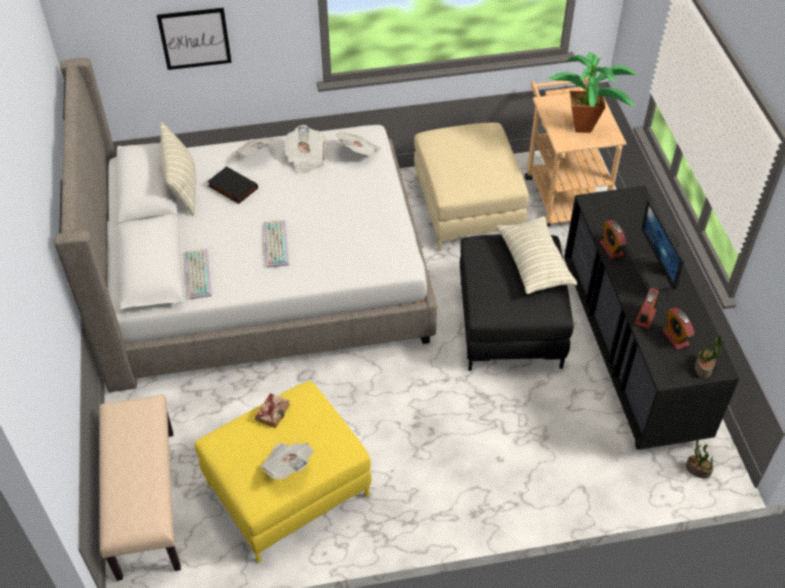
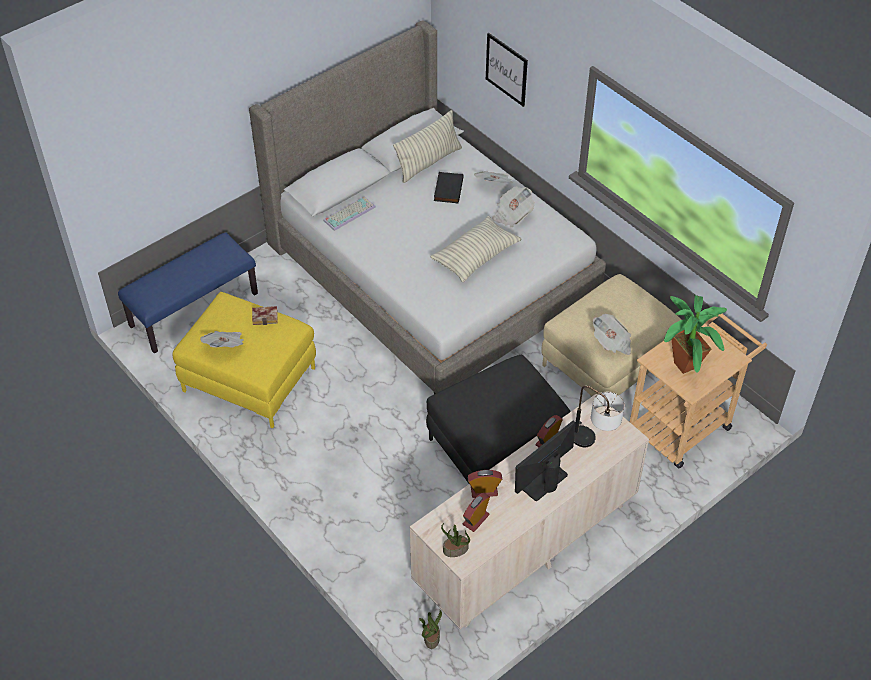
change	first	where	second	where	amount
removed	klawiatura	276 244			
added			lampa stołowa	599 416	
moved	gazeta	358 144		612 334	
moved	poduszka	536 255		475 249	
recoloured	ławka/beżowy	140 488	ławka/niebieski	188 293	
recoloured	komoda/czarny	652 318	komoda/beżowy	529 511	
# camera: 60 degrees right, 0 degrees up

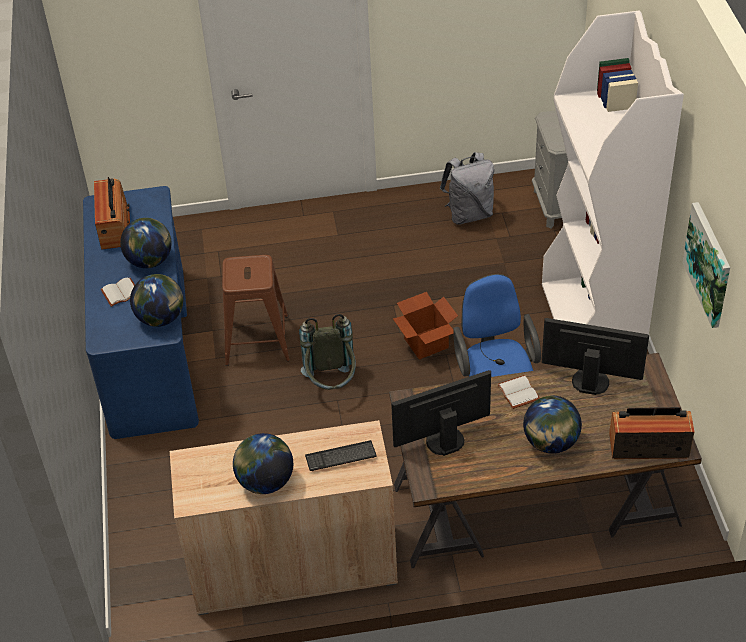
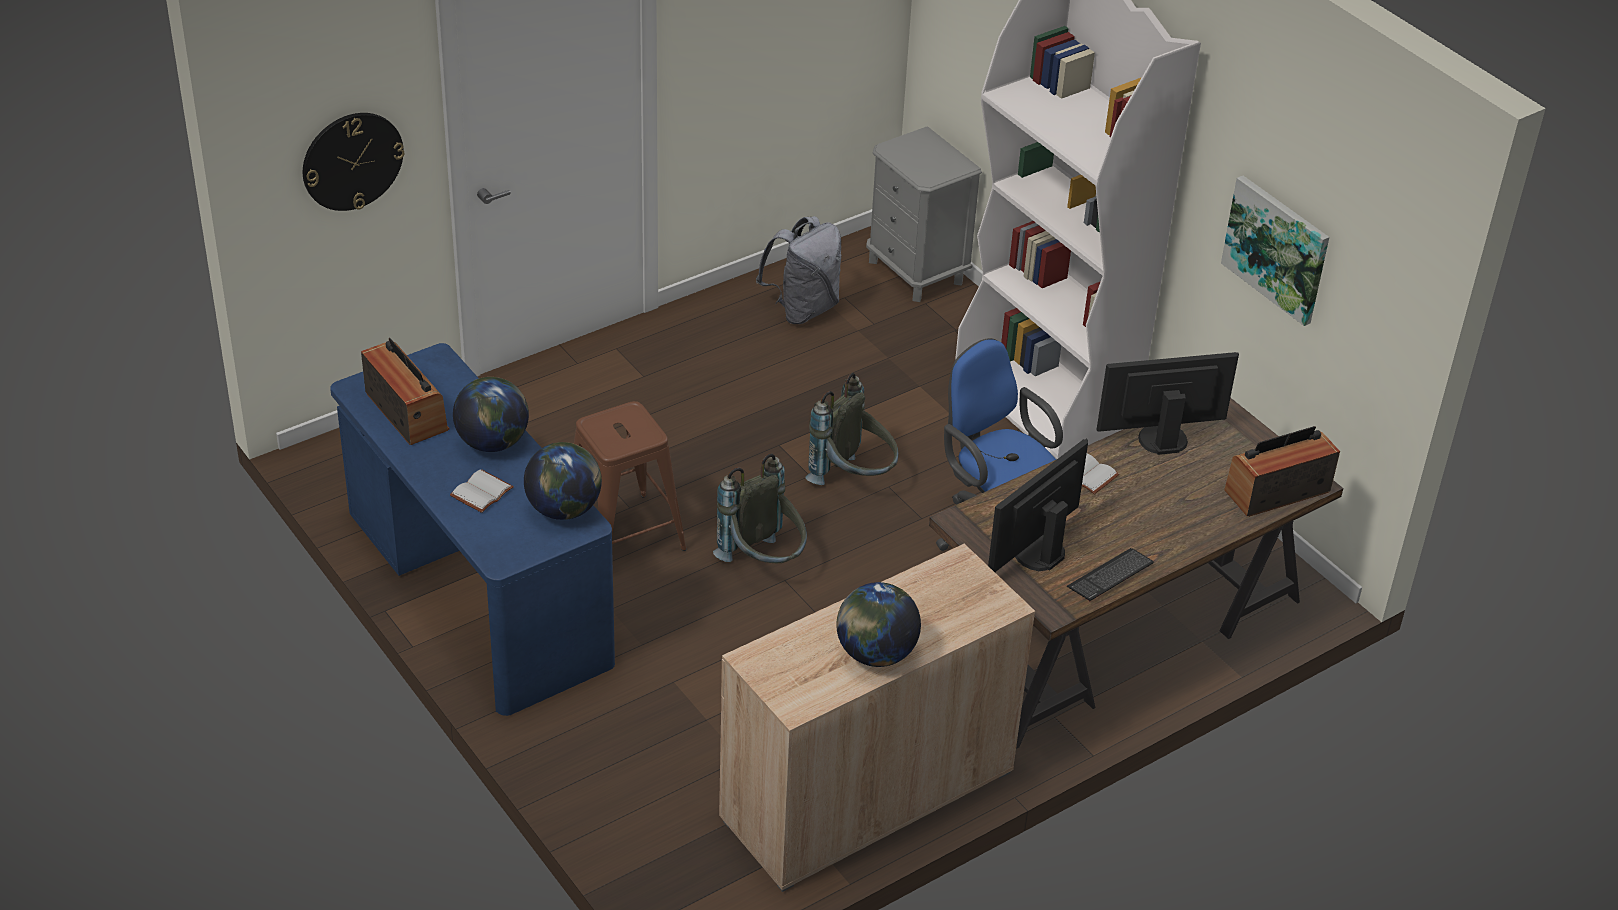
change	first	where	second	where	amount
removed	globus	552 424			
added			zegar ścienny	353 162	
moved	klawiatura	341 455		1110 574	
replaced	karton	425 325	plecak/szary	851 429	
# camera: 30 degrees left, 5 degrees down

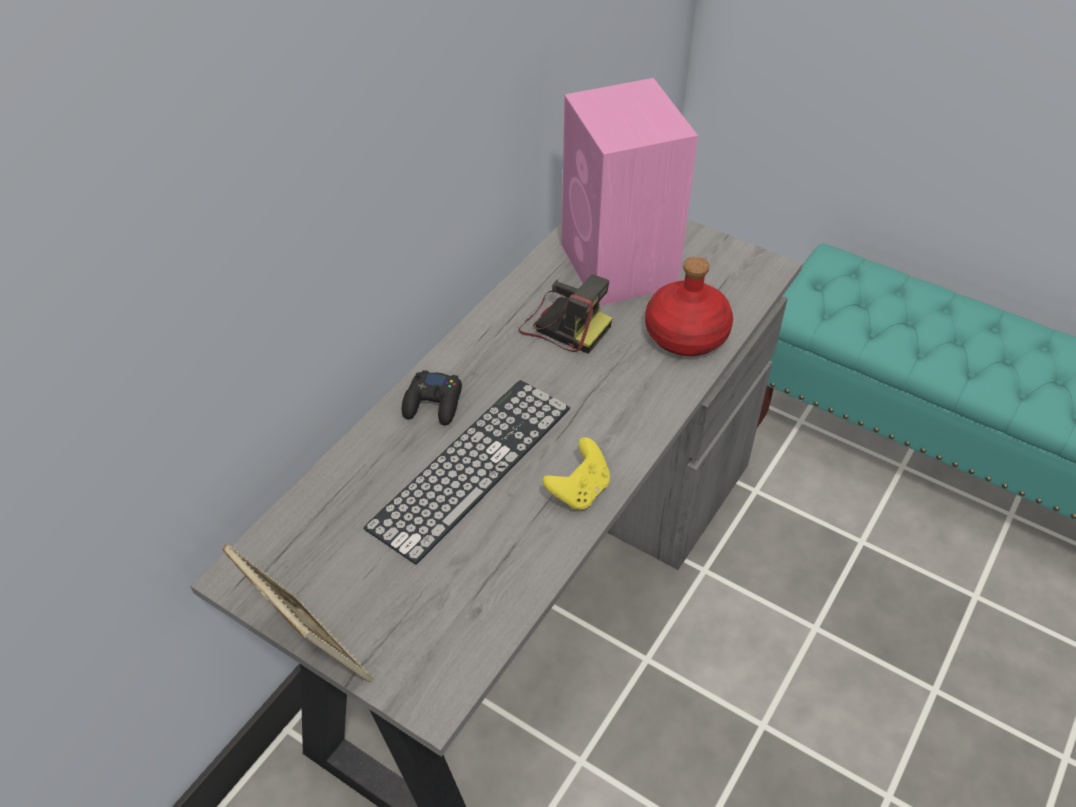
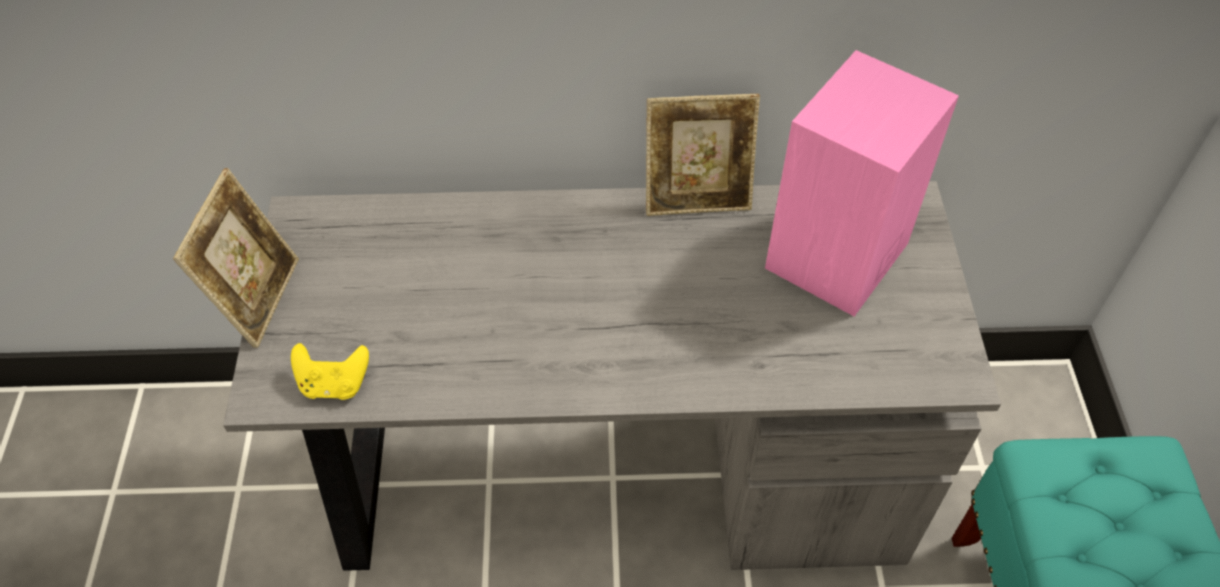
change	first	where	second	where	amount
removed	klawiatura	466 472			
removed	pad do gier/czarny	432 398			
removed	aparat fotograficzny	566 314			
removed	butelka/czerwony	689 306			
added			ramka na zdjęcie	703 155	
moved	pad do gier/żółty	576 473		330 371	
# camera: 55 degrees right, 5 degrees up

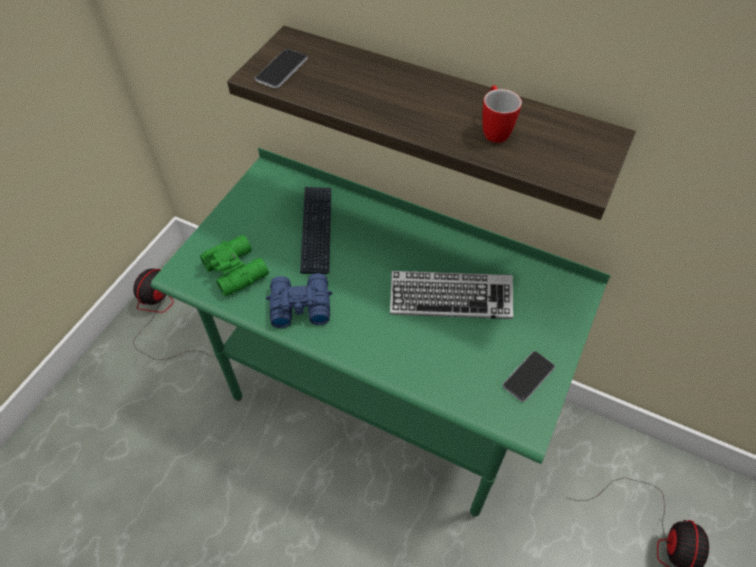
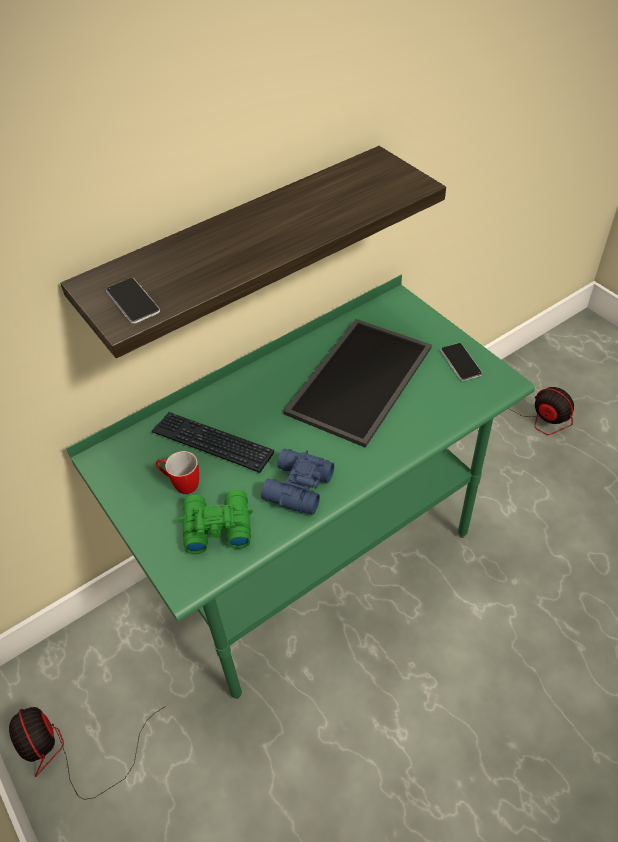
change	first	where	second	where	amount
moved	kubek	502 114		177 472	
replaced	klawiatura	451 295	taca	358 383	
# camera: 60 degrees left, 5 degrees down

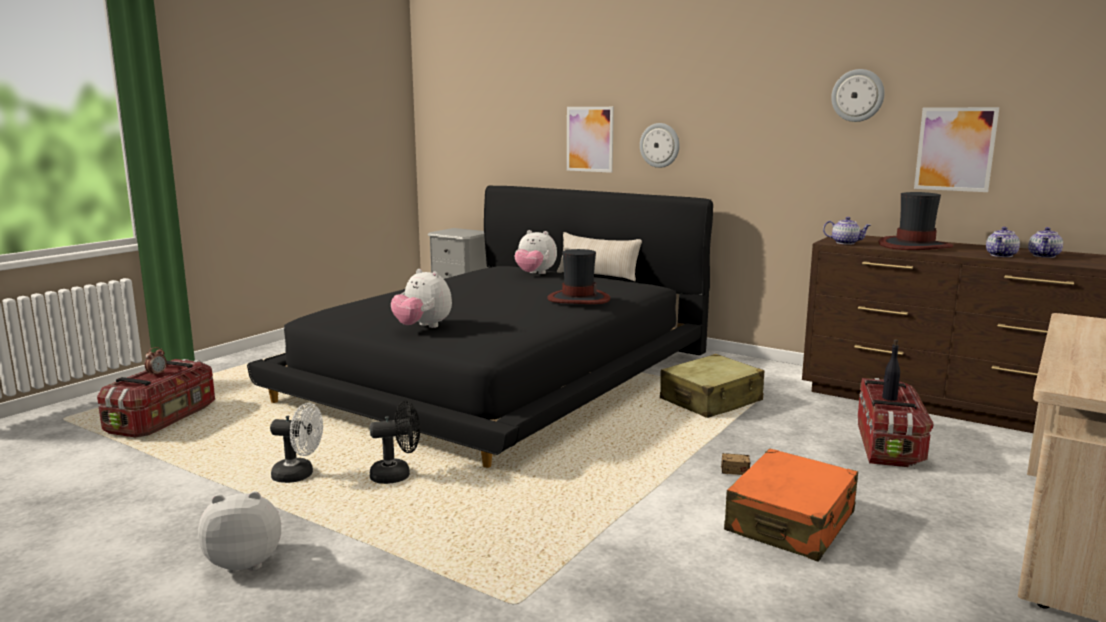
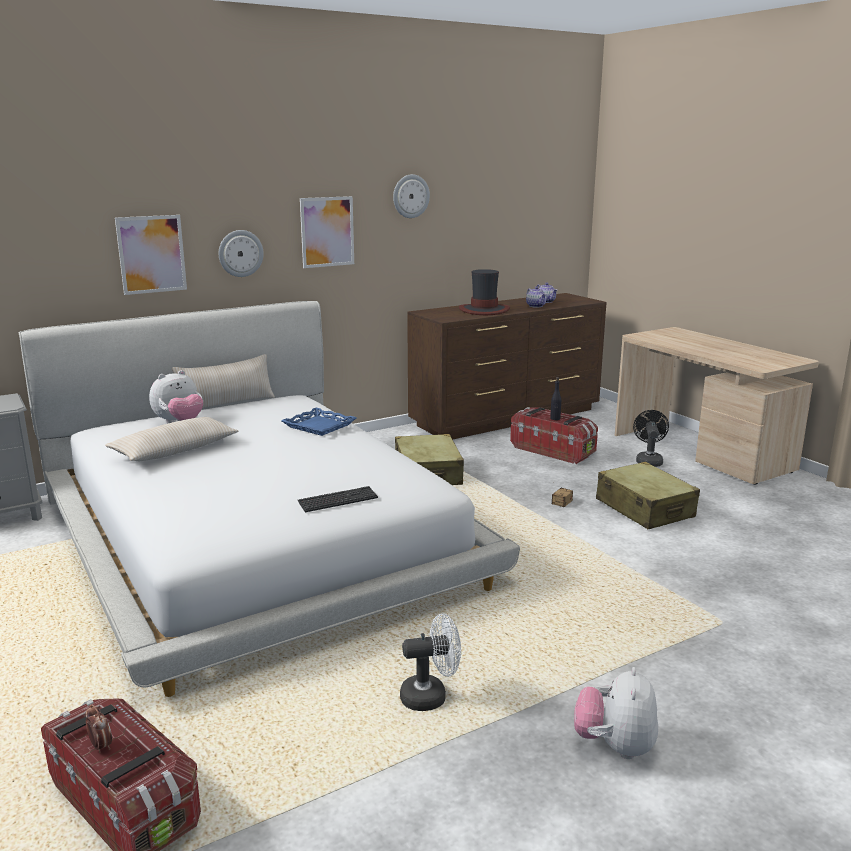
change	first	where	second	where	amount
removed	imbryk	847 231			
added			poduszka/beżowy	172 439	
moved	wentylator/czarny	395 442		651 438	
moved	obraz	956 149		327 232	
replaced	pluszak	421 298	klawiatura	338 499	
replaced	kapelusz	578 276	taca/niebieski	318 422	
recoloured	łóżko/czarny	480 326	łóżko/biały	269 499	
recoloured	walizka/pomarańczowy	791 505	walizka/beżowy	648 495	
turned	wentylator/biały	296 443		430 662	45 degrees clockwise
# camera: 65 degrees left, 5 degrees up

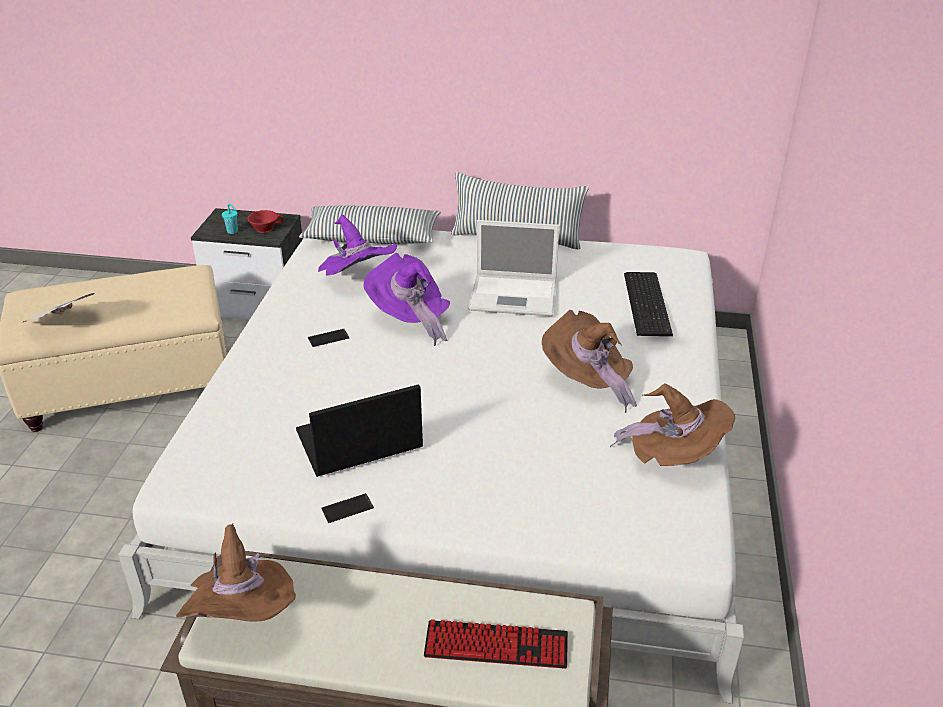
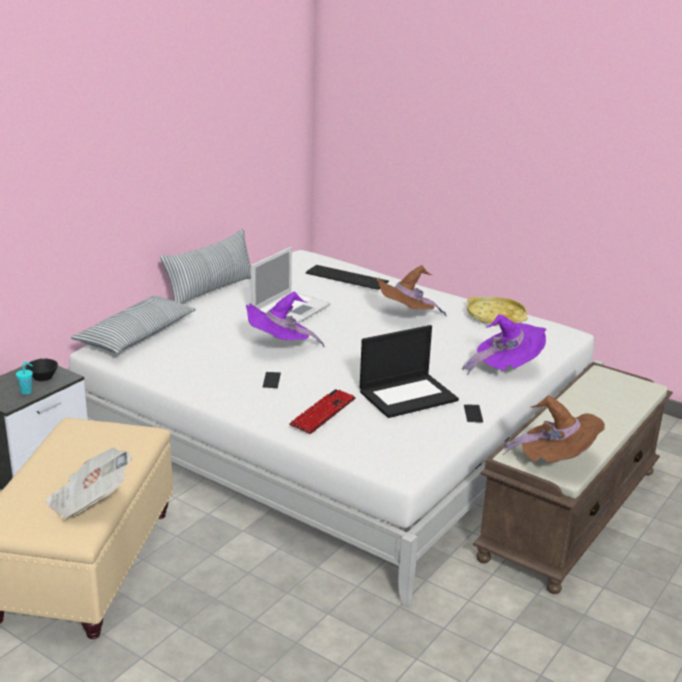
change	first	where	second	where	amount
moved	kapelusz/fioletowy	357 245		504 345	
moved	klawiatura	496 644		322 411	
replaced	kapelusz/brązowy	672 424	taca/żółty	497 311	
recoloured	filiżanka/czerwony	265 221	filiżanka/czarny	42 370	
turned	laptop	359 430		409 371	120 degrees counterclockwise
# camera: 65 degrees left, 10 degrees down

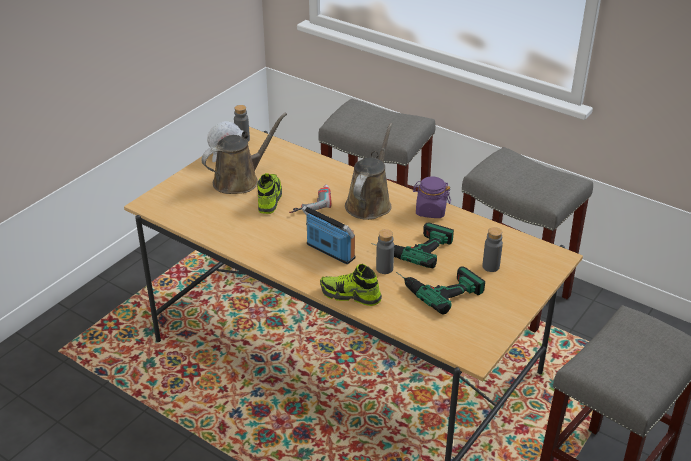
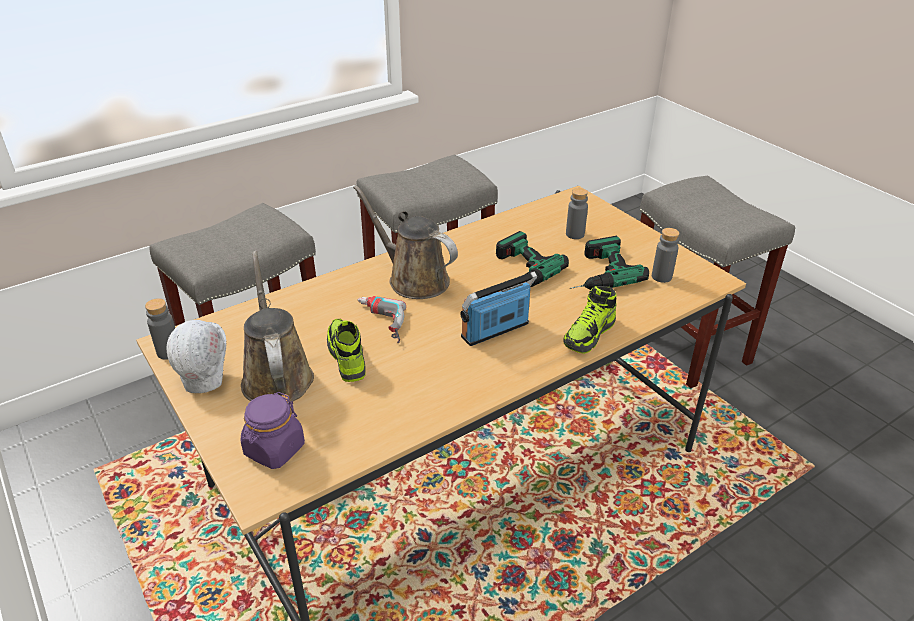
change	first	where	second	where	amount
moved	butelka/szary	385 251		665 255	
moved	słoik/fioletowy	432 197		273 430	
turned	but	269 193		346 350	45 degrees clockwise
# camera: 70 degrees left, 0 degrees up

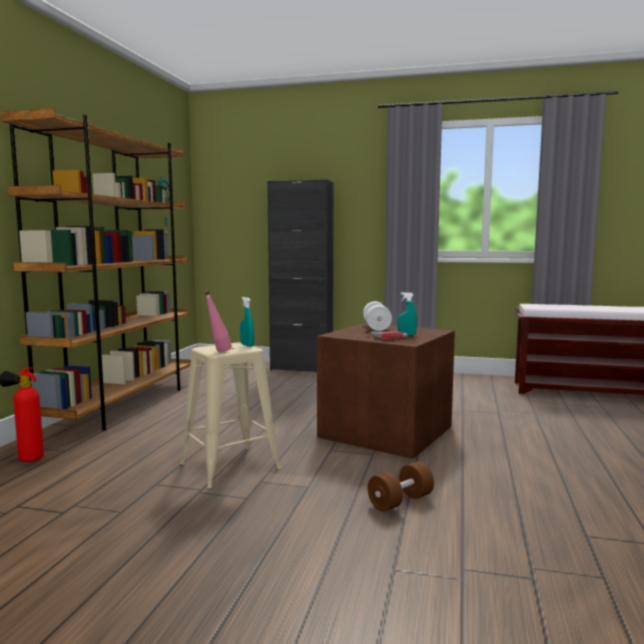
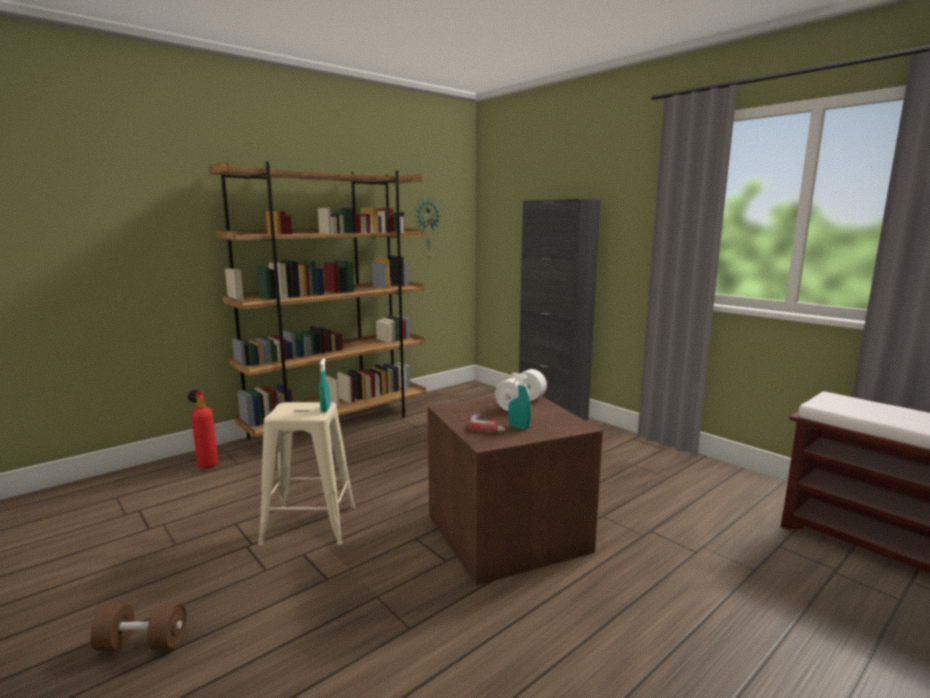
change	first	where	second	where	amount
removed	butelka/różowy	218 321			
moved	hantel/brązowy	401 486		138 626	
# camera: 35 degrees right, 5 degrees up

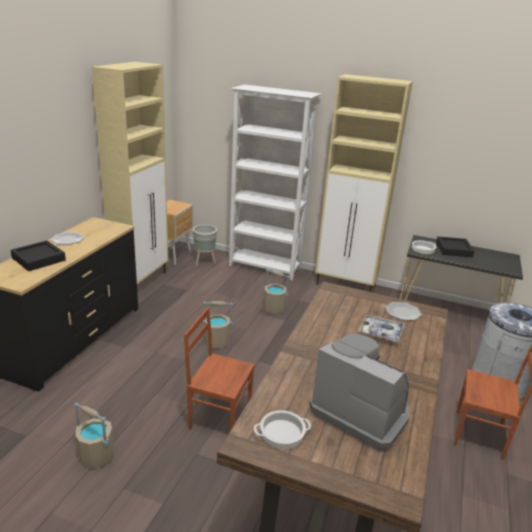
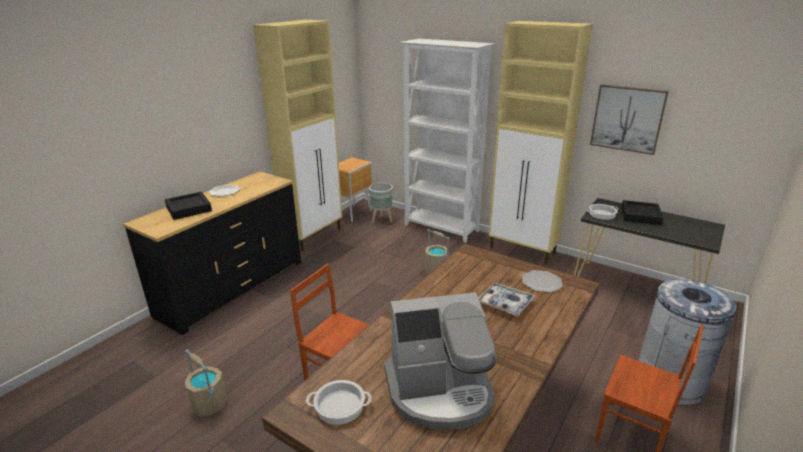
change	first	where	second	where	amount
removed	wiadro/beżowy	218 324			
added			obraz	629 119	
turned	ekspres do kawy	360 392		440 361	120 degrees clockwise
# camera: 15 degrees right, 0 degrees up

